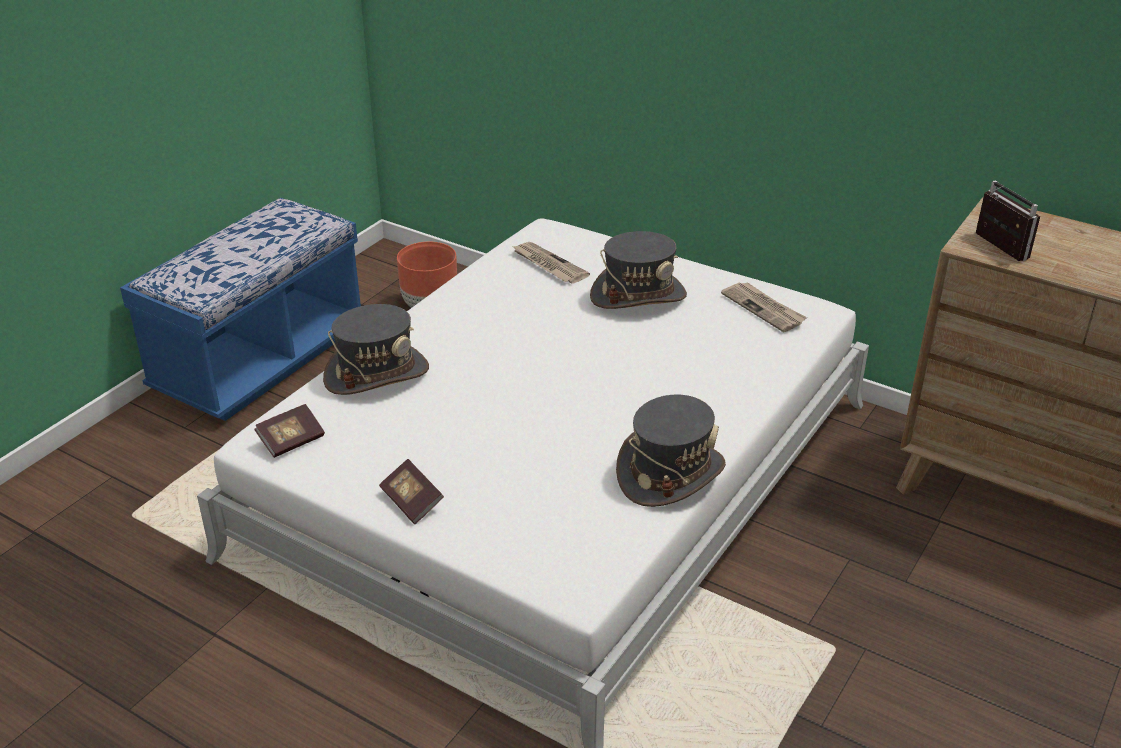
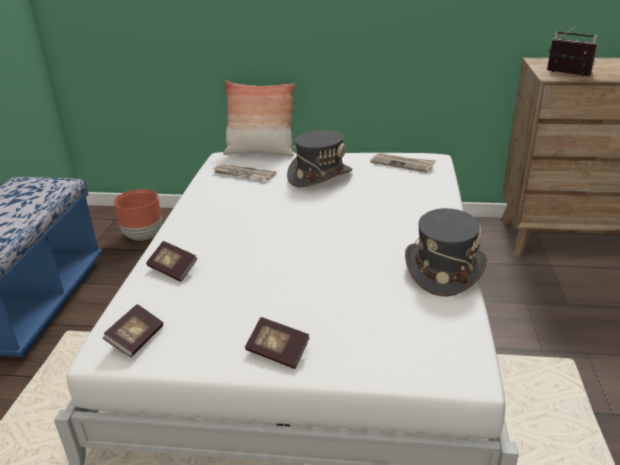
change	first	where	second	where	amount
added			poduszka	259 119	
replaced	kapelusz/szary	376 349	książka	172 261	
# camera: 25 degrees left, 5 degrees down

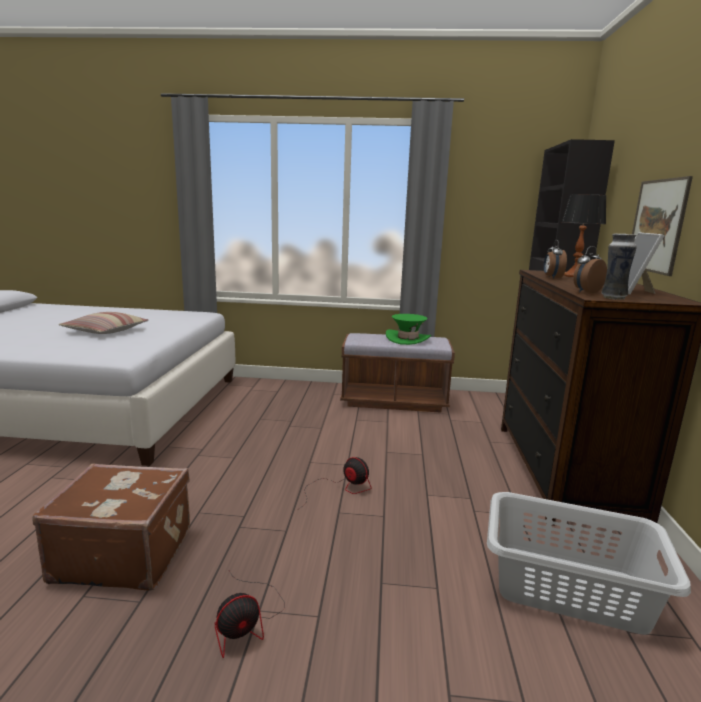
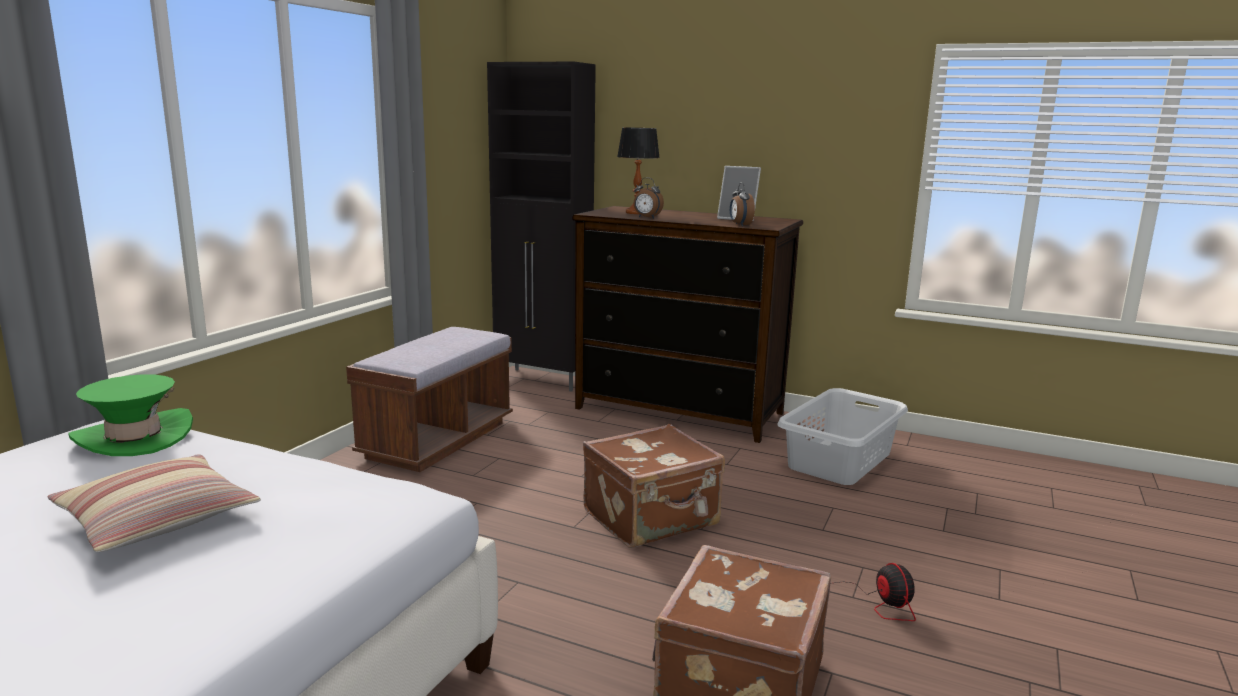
change	first	where	second	where	amount
removed	wazon	619 266			
removed	obraz	662 226			
moved	kapelusz/zielony	408 329		131 415	
replaced	wentylator	334 483	walizka/brązowy	654 486	
# camera: 70 degrees left, 0 degrees up

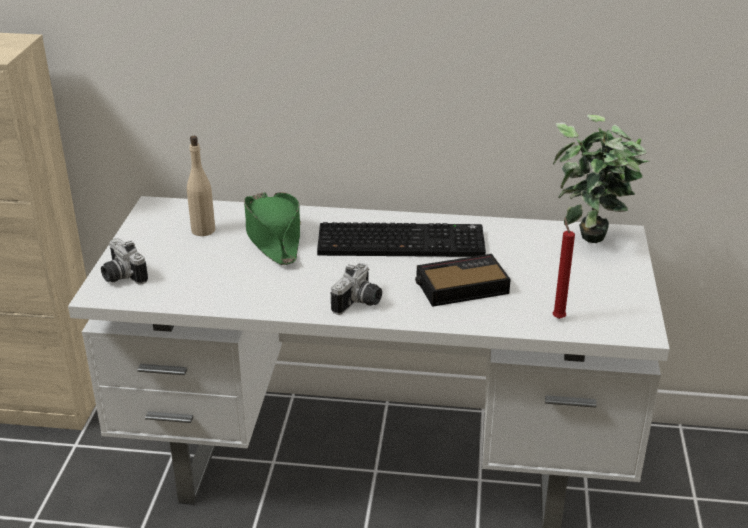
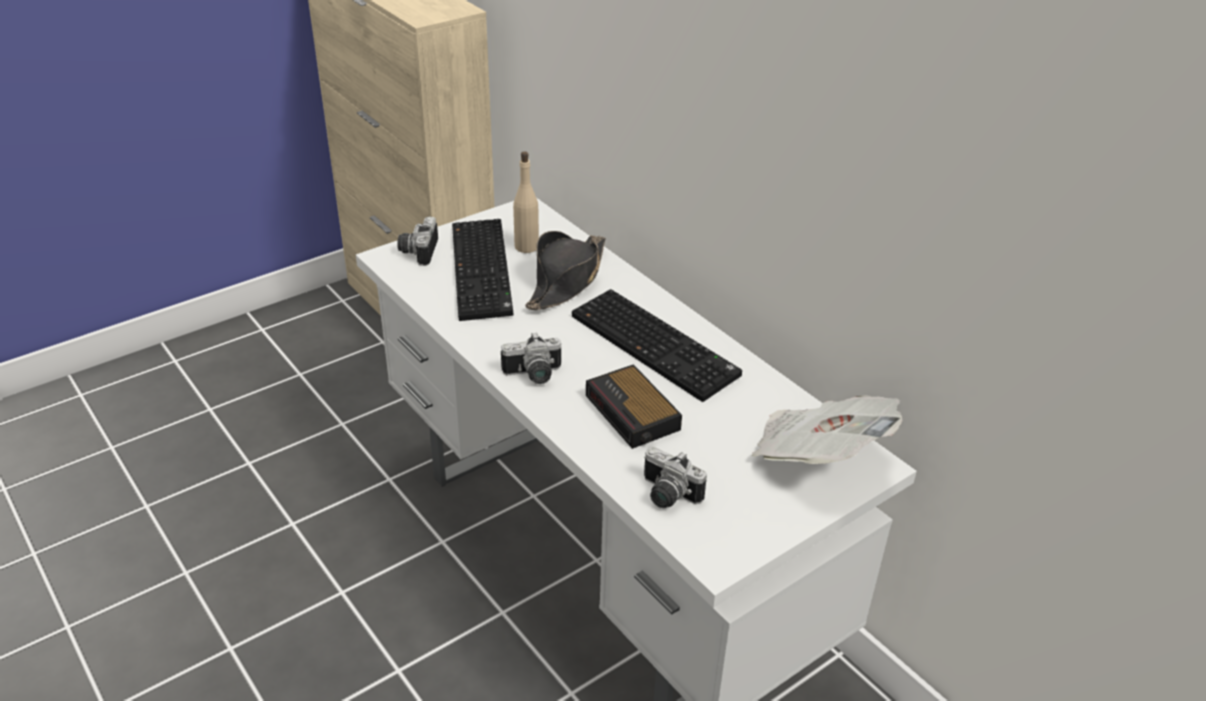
change	first	where	second	where	amount
added			klawiatura	483 270	
replaced	roślina doniczkowa	601 179	gazeta	827 429	
replaced	świeca/czerwony	564 268	aparat fotograficzny	675 477	
recoloured	kapelusz/zielony	272 228	kapelusz/czarny	565 270	
turned	budzik	463 280		634 406	150 degrees counterclockwise
# camera: 45 degrees right, 5 degrees up

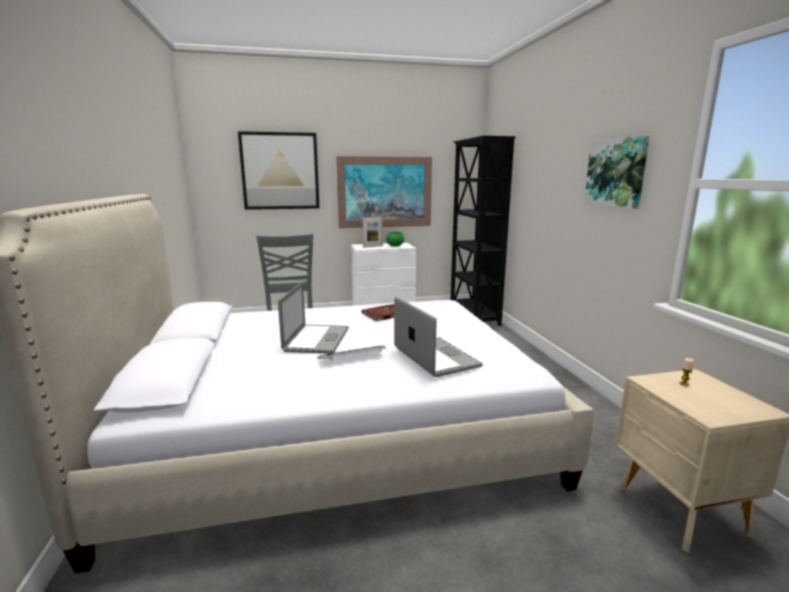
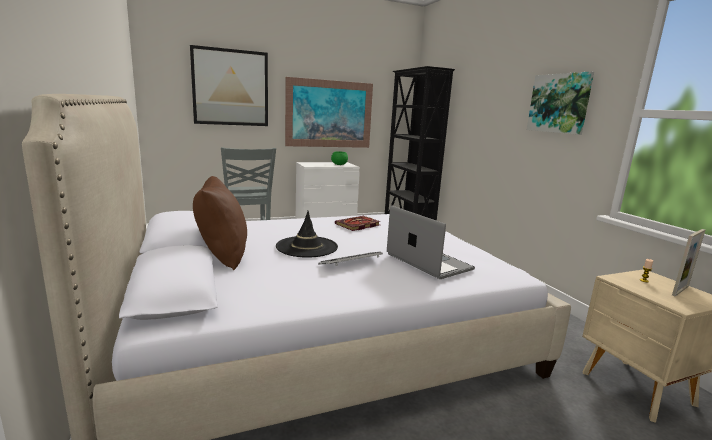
change	first	where	second	where	amount
added			poduszka/brązowy	220 223	
moved	ramka na zdjęcie	372 232		688 263	
replaced	laptop	313 318	kapelusz/czarny	307 234	
# camera: 10 degrees left, 0 degrees up

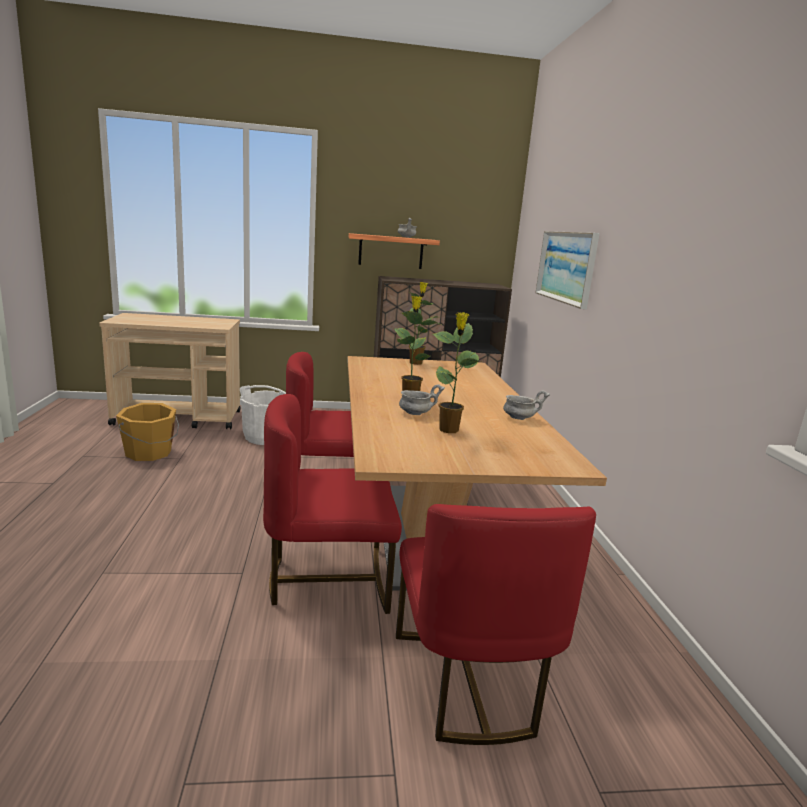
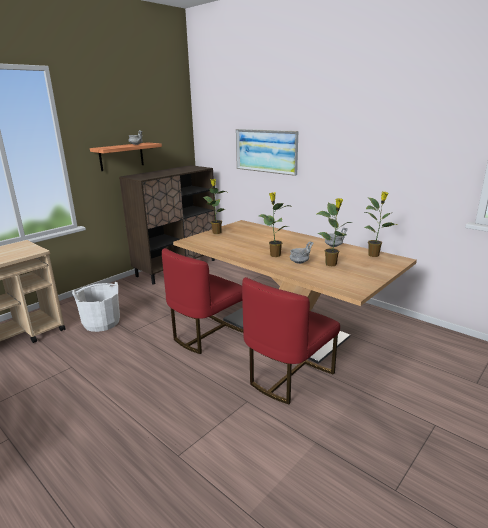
change	first	where	second	where	amount
removed	wiadro/pomarańczowy	147 432			
removed	krzesło/czerwony	496 624			
added			roślina doniczkowa	380 224	
# camera: 40 degrees left, 5 degrees up

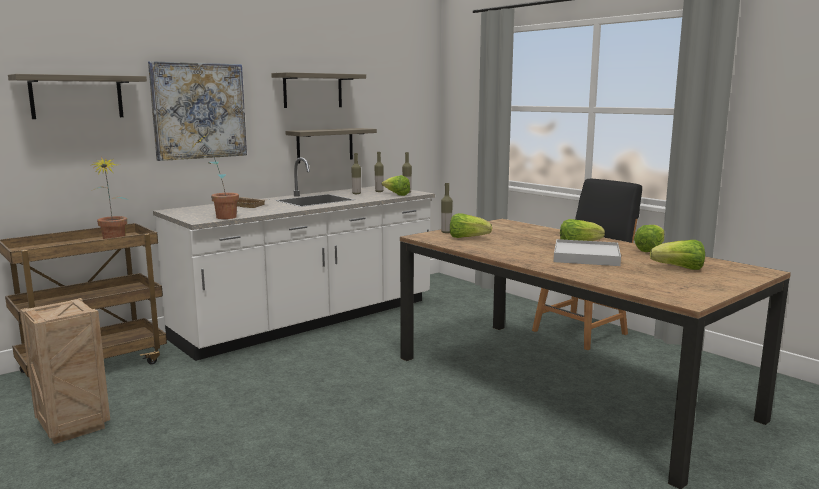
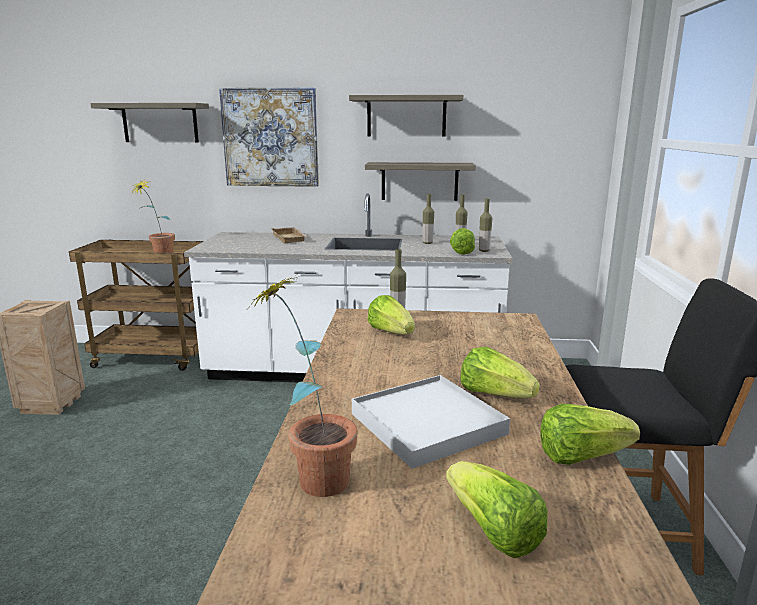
change	first	where	second	where	amount
moved	roślina doniczkowa	216 177		304 386	
# camera: 45 degrees right, 5 degrees up

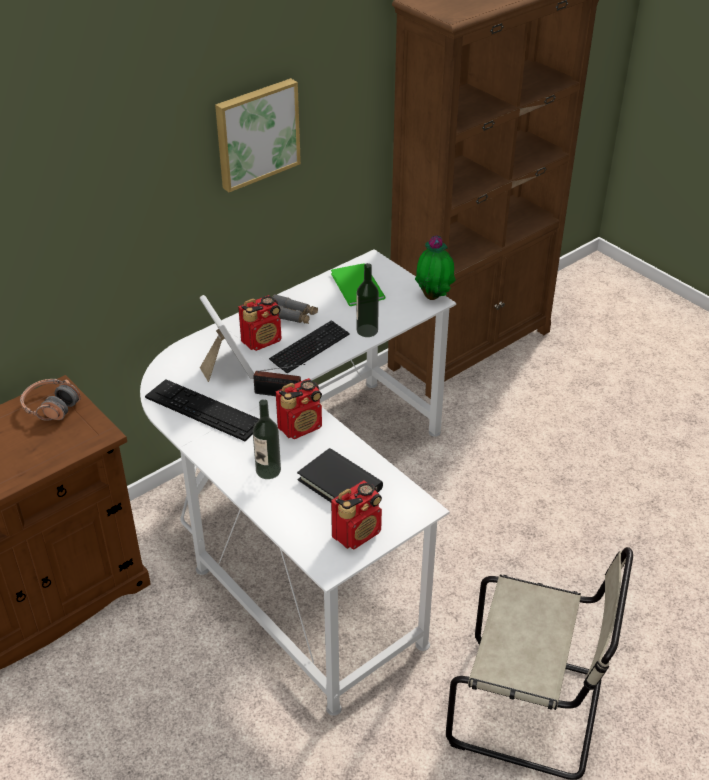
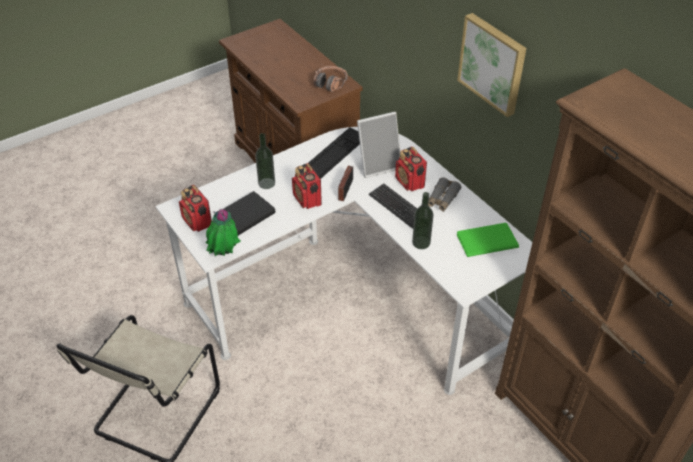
change	first	where	second	where	amount
moved	roślina doniczkowa	435 267		223 232	
# camera: 95 degrees right, 5 degrees up

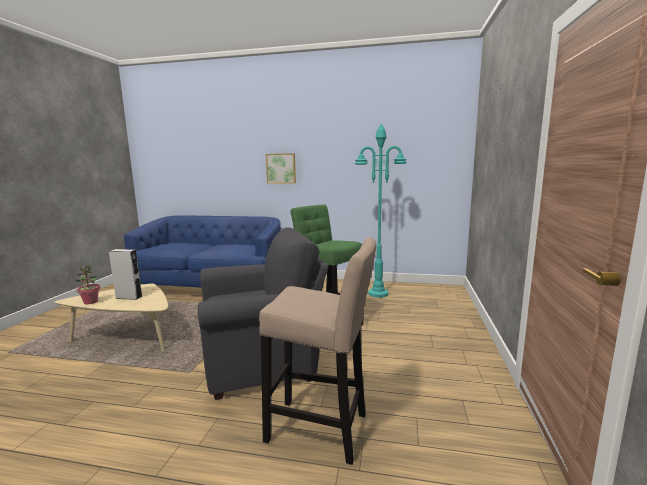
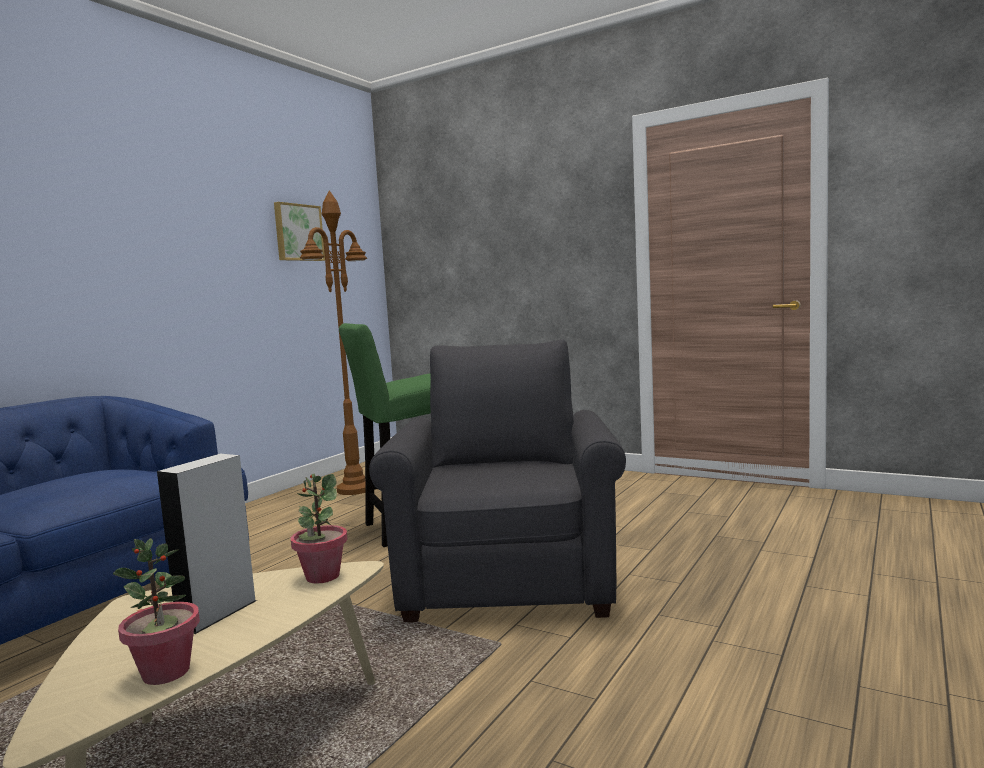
change	first	where	second	where	amount
removed	stołek/beżowy	317 351			
added			roślina doniczkowa	319 529	
moved	obraz	281 168		299 231	
recoloured	lampa stojąca/turkusowy	381 210	lampa stojąca/brązowy	333 343	
# camera: 70 degrees left, 5 degrees down

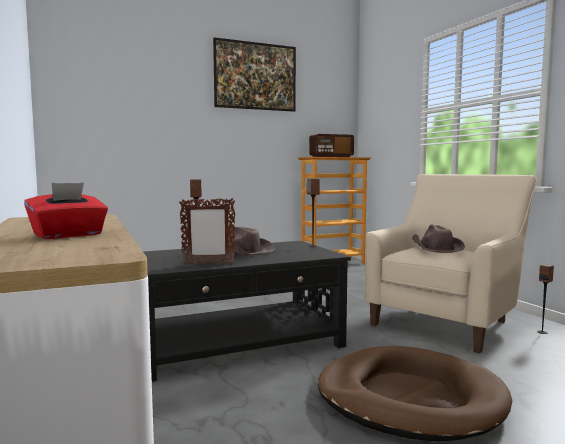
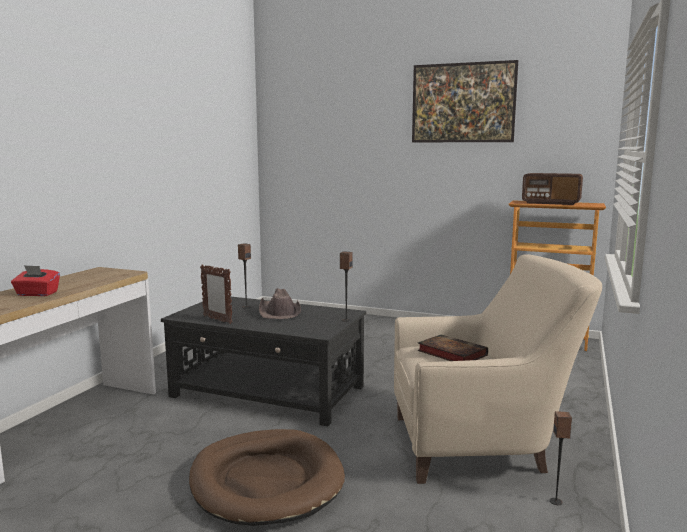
change	first	where	second	where	amount
replaced	kapelusz/brązowy	438 238	książka	452 347	
# camera: 45 degrees right, 5 degrees up

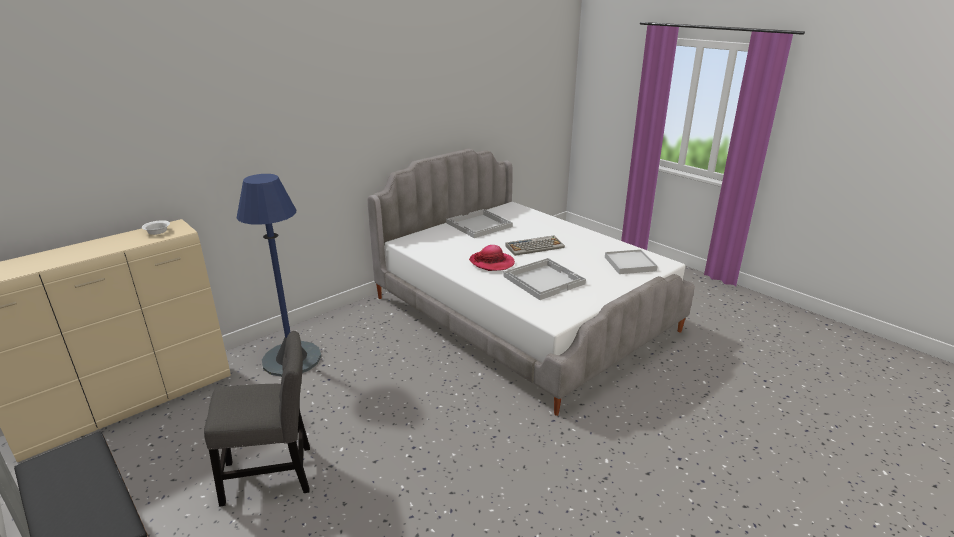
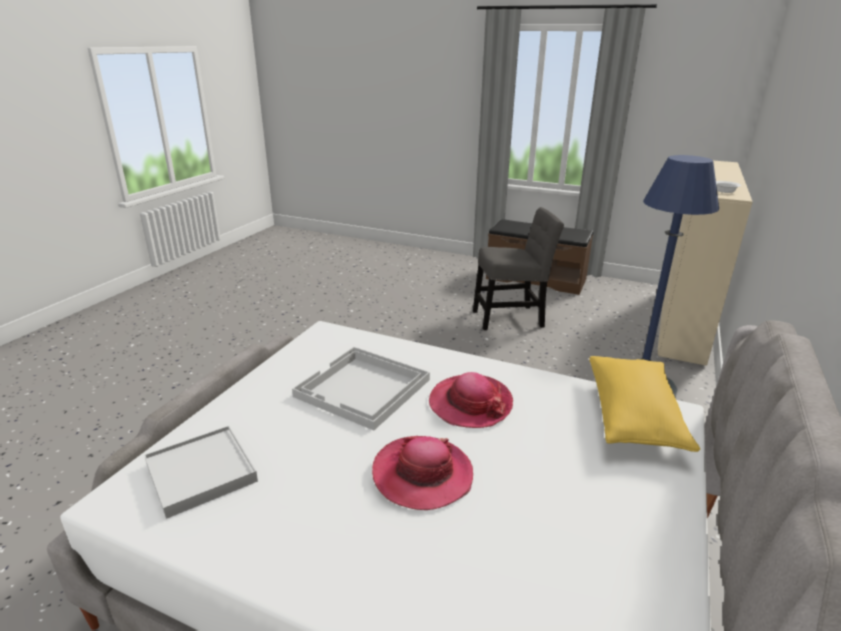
change	first	where	second	where	amount
removed	taca/biały	479 223			
added			poduszka/żółty	644 404	
replaced	klawiatura	535 245	kapelusz	422 473	
turned	krzesło/szary	257 419		518 268	150 degrees counterclockwise
# camera: 155 degrees right, 0 degrees up

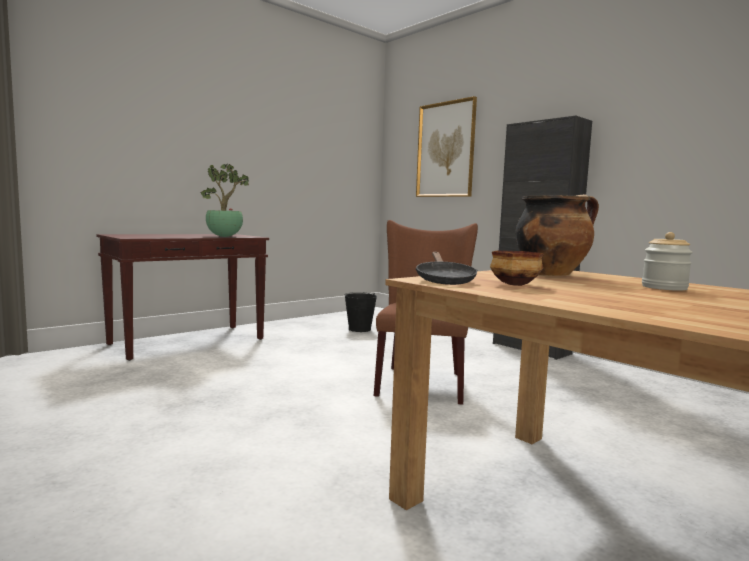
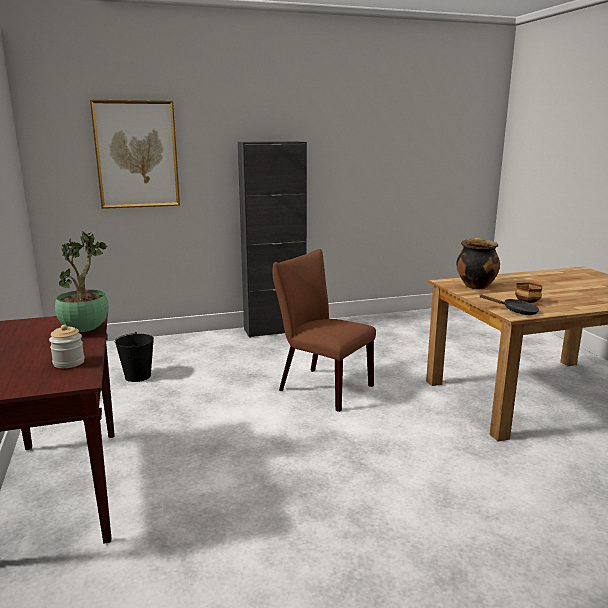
change	first	where	second	where	amount
moved	słoik	667 261		67 346	
# camera: 65 degrees left, 10 degrees up

